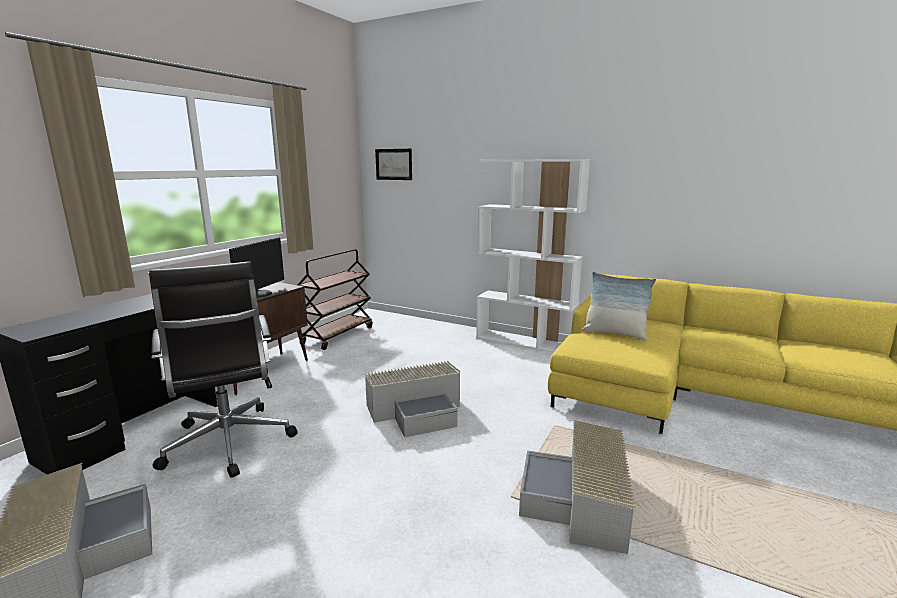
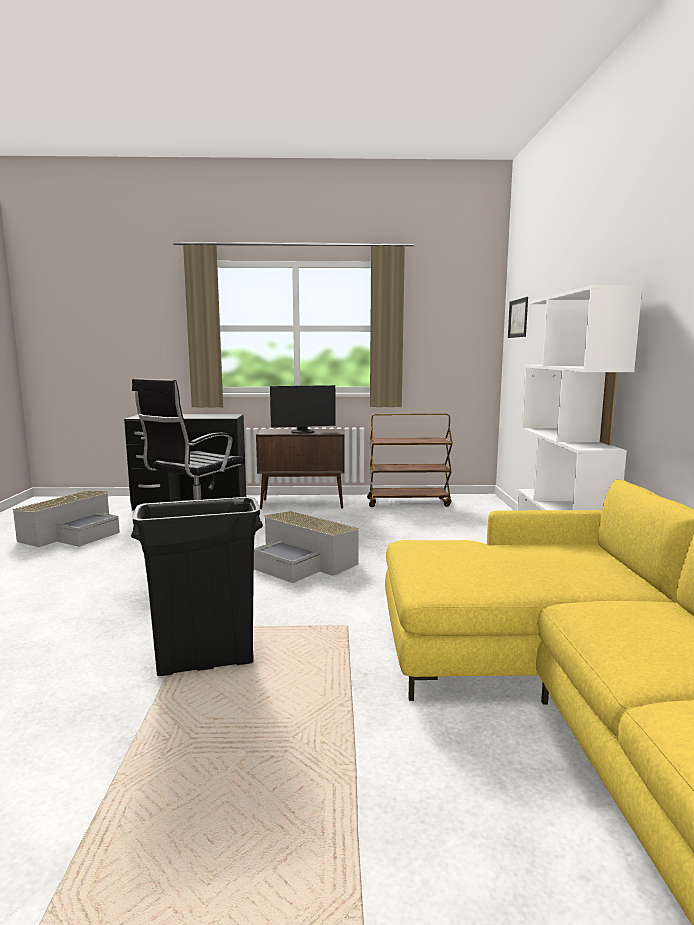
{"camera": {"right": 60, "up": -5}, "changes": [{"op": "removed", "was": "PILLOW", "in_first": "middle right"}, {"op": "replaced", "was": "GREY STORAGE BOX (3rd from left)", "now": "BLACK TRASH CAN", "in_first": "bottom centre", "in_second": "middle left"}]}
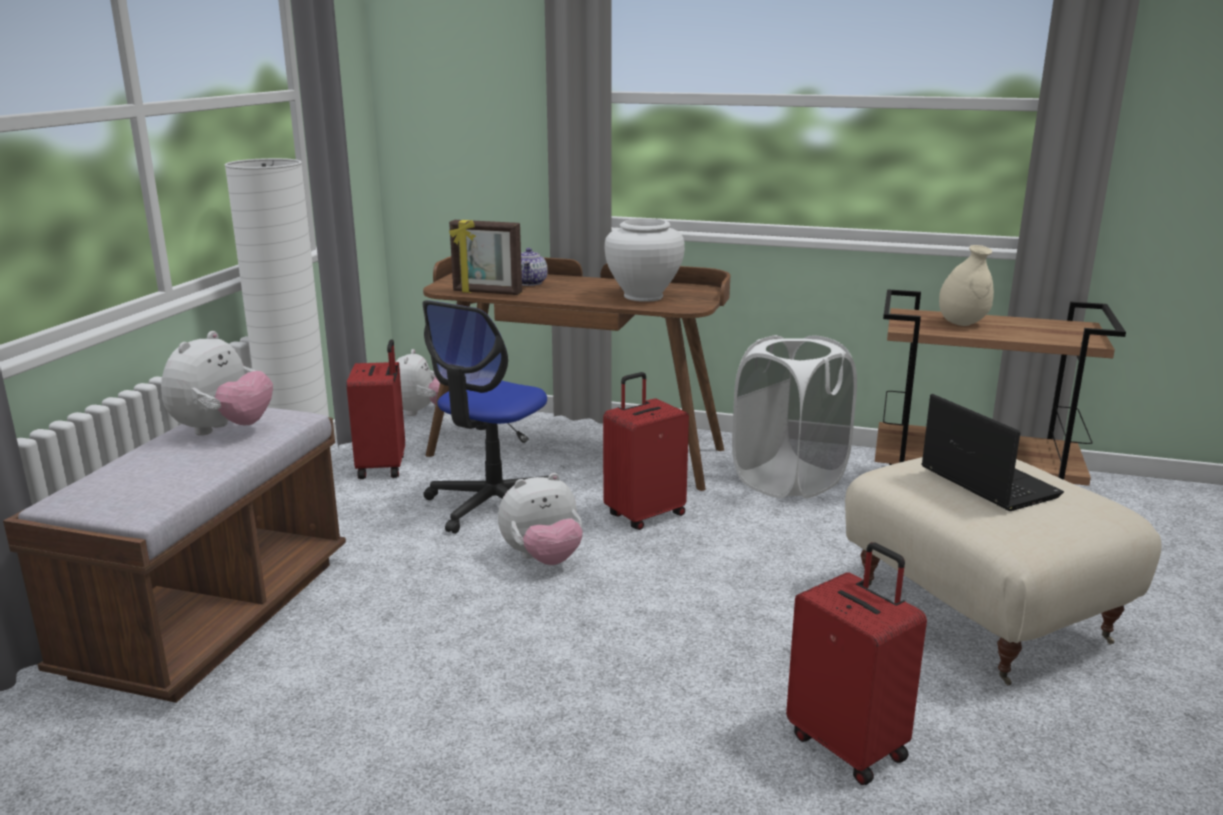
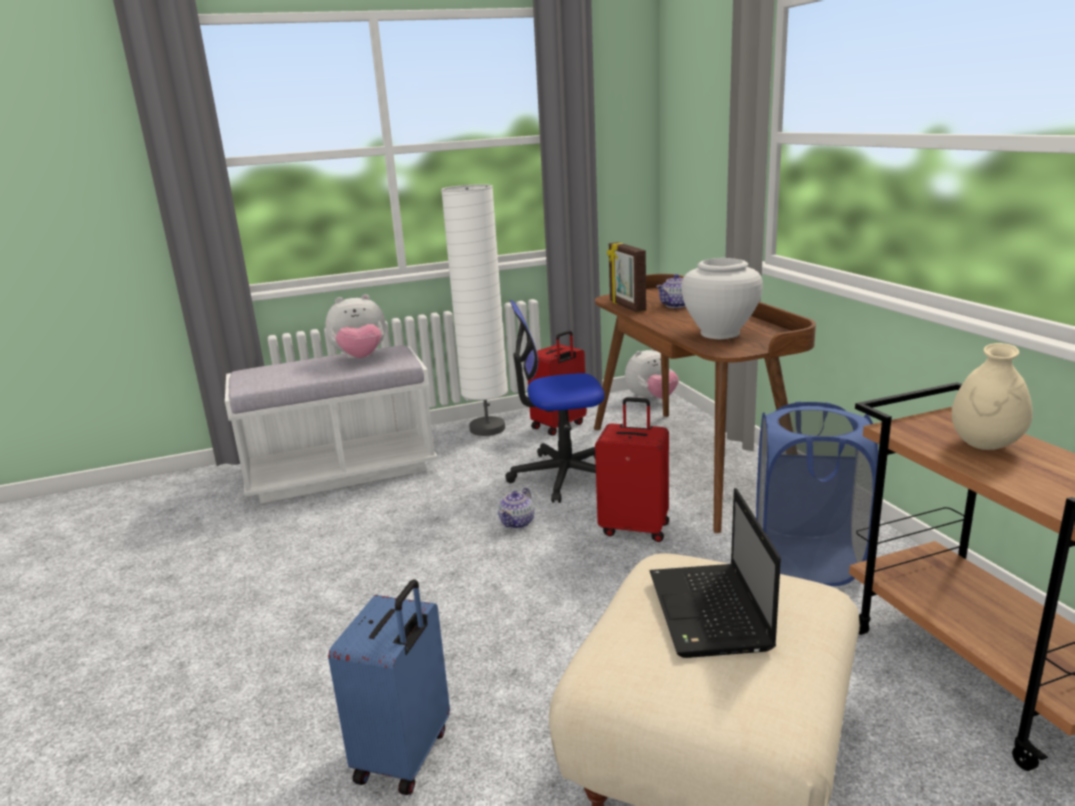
{"camera": {"right": 55, "up": 0}, "changes": [{"op": "replaced", "was": "PLUSH TOY (3rd from left)", "now": "TEAPOT (1st from left)", "in_first": "centre", "in_second": "centre"}, {"op": "recoloured", "was": "BROWN BENCH", "now": "WHITE BENCH", "in_first": "bottom left", "in_second": "middle left"}, {"op": "recoloured", "was": "WHITE LAUNDRY BASKET", "now": "BLUE LAUNDRY BASKET", "in_first": "centre", "in_second": "middle right"}, {"op": "recoloured", "was": "RED SUITCASE (3rd from left)", "now": "BLUE SUITCASE", "in_first": "bottom right", "in_second": "bottom centre"}, {"op": "turned", "was": "LAPTOP", "in_first": "middle right", "in_second": "bottom centre", "clockwise": 150}]}
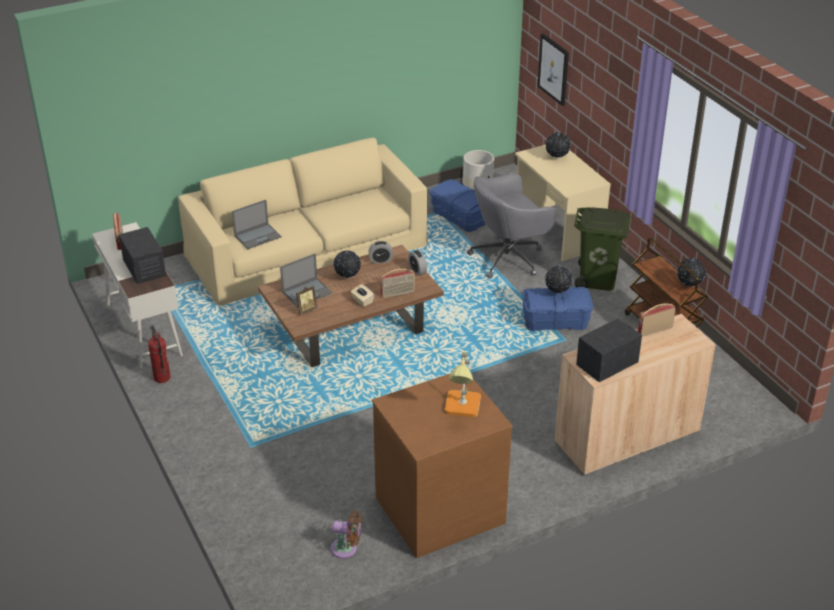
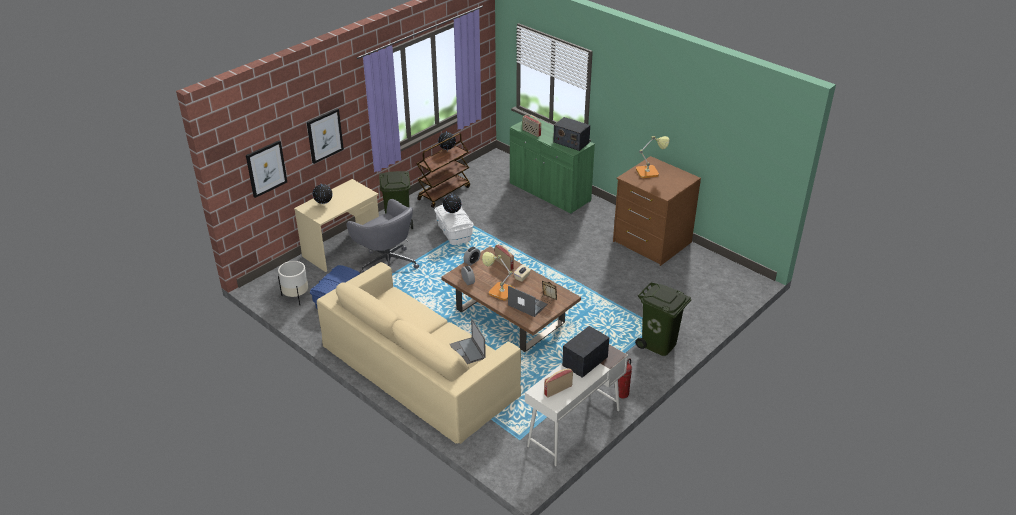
{"camera": {"right": -110, "up": 0}, "changes": [{"op": "removed", "was": "BROWN FAN", "in_first": "bottom centre"}, {"op": "added", "now": "PICTURE (2nd from left)", "in_second": "top left"}, {"op": "added", "now": "GREEN TRASH CAN (2nd from left)", "in_second": "centre"}, {"op": "replaced", "was": "GLOBE (1st from left)", "now": "TABLE LAMP (1st from left)", "in_first": "centre", "in_second": "centre"}, {"op": "recoloured", "was": "BLUE STORAGE BOX (2nd from left)", "now": "WHITE STORAGE BOX", "in_first": "middle right", "in_second": "centre"}, {"op": "recoloured", "was": "BEIGE CABINET", "now": "GREEN CABINET", "in_first": "middle right", "in_second": "top centre"}, {"op": "turned", "was": "LAPTOP (1st from left)", "in_first": "middle left", "in_second": "centre", "clockwise": -150}]}
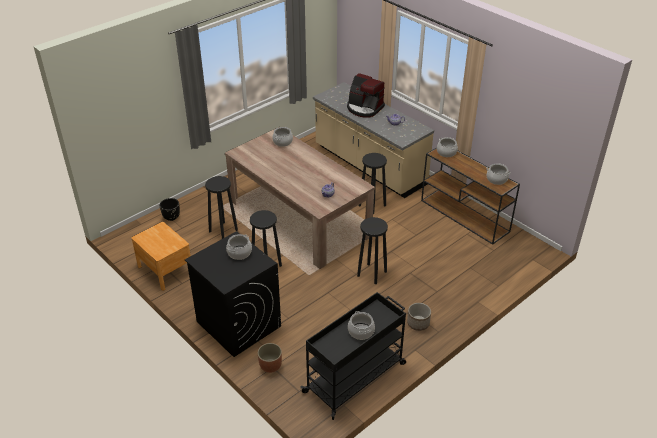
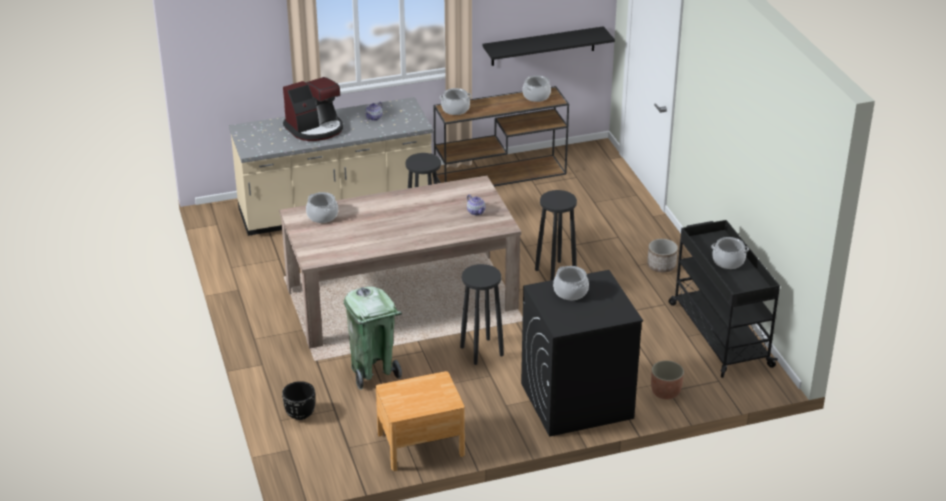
{"camera": {"right": -65, "up": -5}, "changes": [{"op": "added", "now": "BLACK SHELF", "in_second": "top centre"}, {"op": "replaced", "was": "BLACK STOOL (1st from left)", "now": "GREEN TRASH CAN", "in_first": "centre", "in_second": "bottom centre"}]}
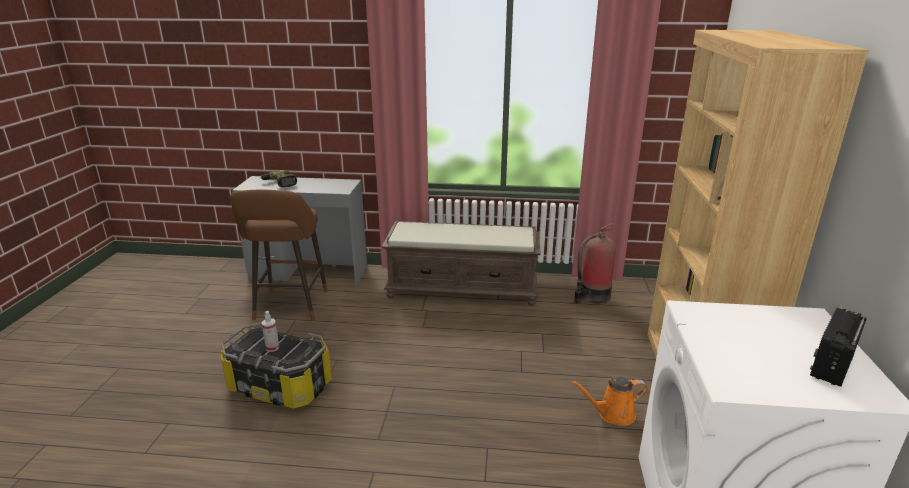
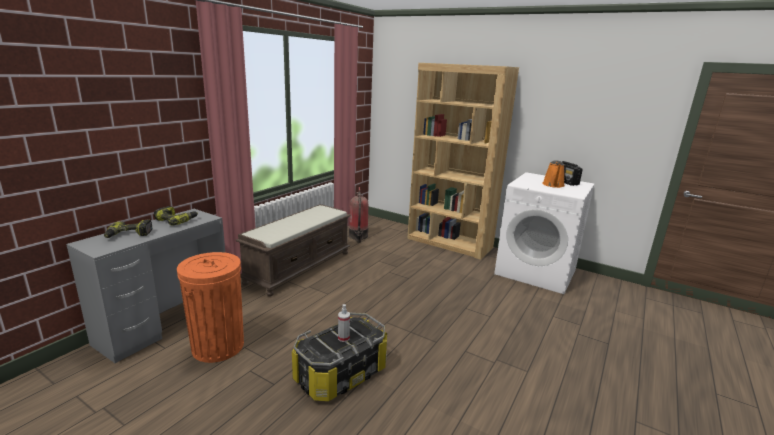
{"camera": {"right": -65, "up": -5}, "changes": [{"op": "added", "now": "POWER DRILL (2nd from left)", "in_second": "middle left"}, {"op": "moved", "was": "ORANGE WATERING CAN", "in_first": "bottom right", "in_second": "middle right"}, {"op": "replaced", "was": "BROWN STOOL", "now": "ORANGE TRASH CAN", "in_first": "middle left", "in_second": "bottom left"}]}
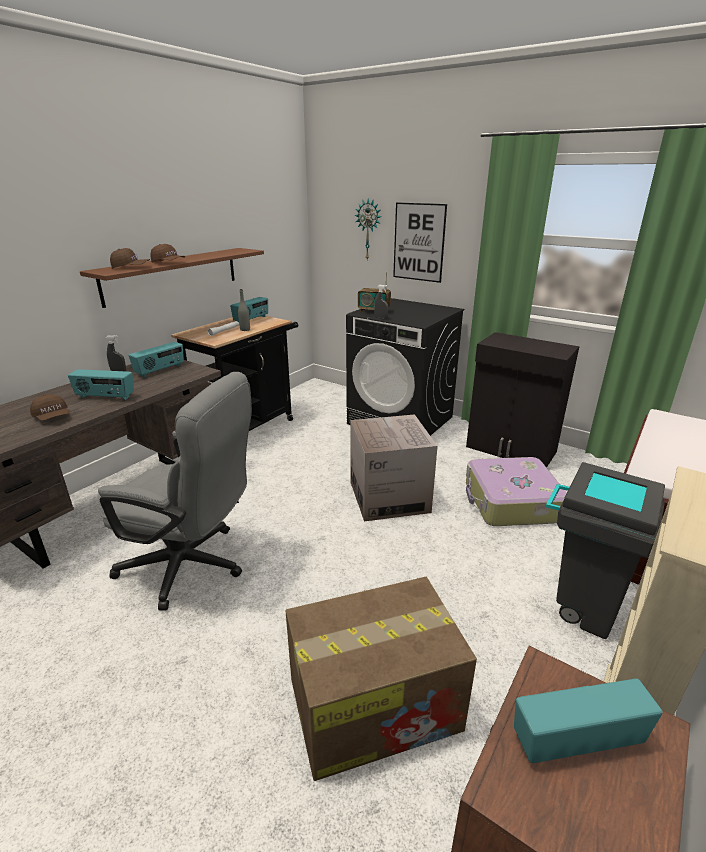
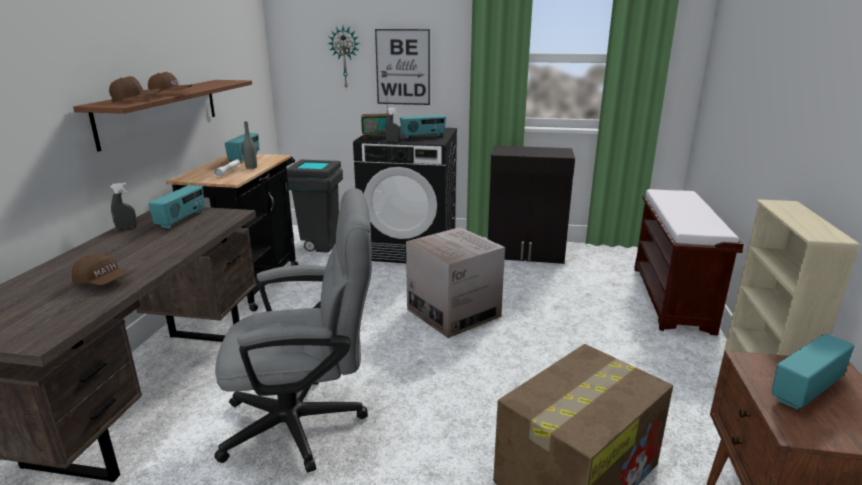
{"camera": {"right": -25, "up": -5}, "changes": [{"op": "removed", "was": "SUITCASE", "in_first": "middle right"}, {"op": "moved", "was": "RADIO (1st from left in the first image)", "now": "RADIO (4th from left)", "in_first": "middle left", "in_second": "top centre"}, {"op": "moved", "was": "GREY TRASH CAN", "in_first": "middle right", "in_second": "centre"}]}
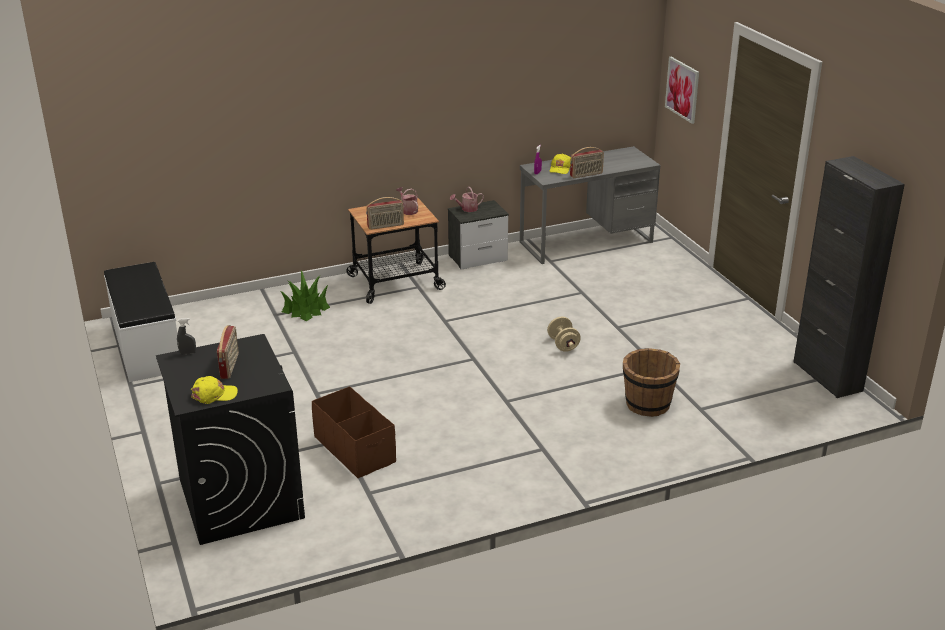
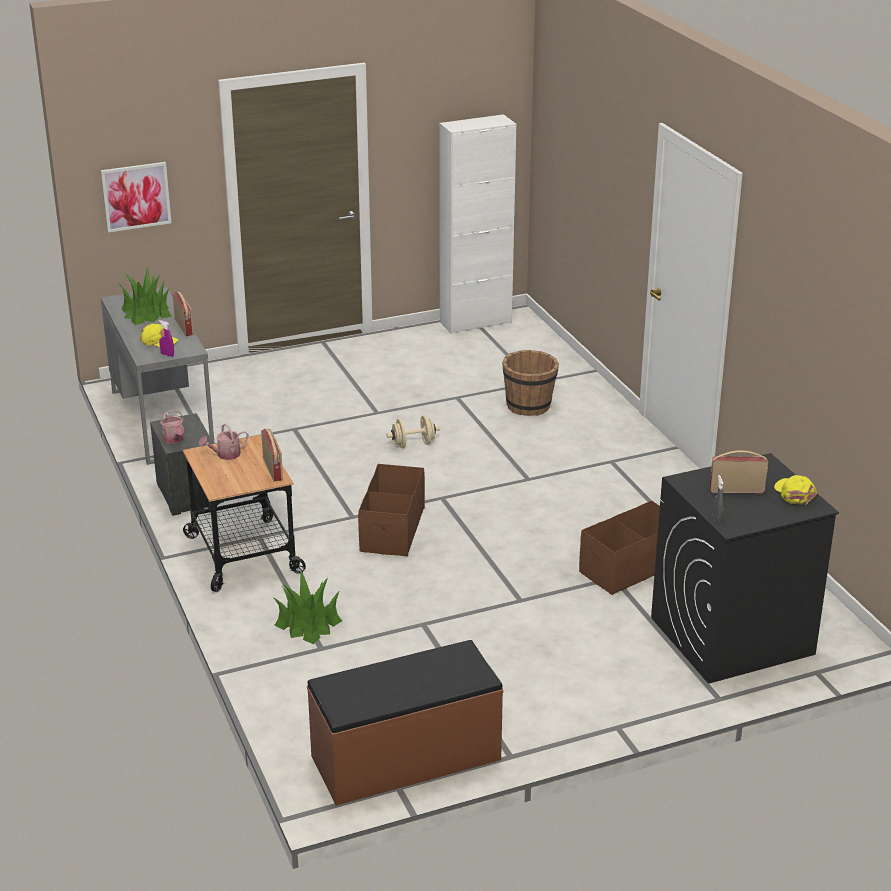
{"camera": {"right": -90, "up": 0}, "changes": [{"op": "added", "now": "POTTED PLANT (1st from left)", "in_second": "top left"}, {"op": "added", "now": "BROWN STORAGE BOX (1st from left)", "in_second": "centre"}, {"op": "recoloured", "was": "WHITE BENCH", "now": "BROWN BENCH", "in_first": "middle left", "in_second": "bottom centre"}, {"op": "recoloured", "was": "BLACK CABINET", "now": "WHITE CABINET", "in_first": "middle right", "in_second": "top centre"}]}
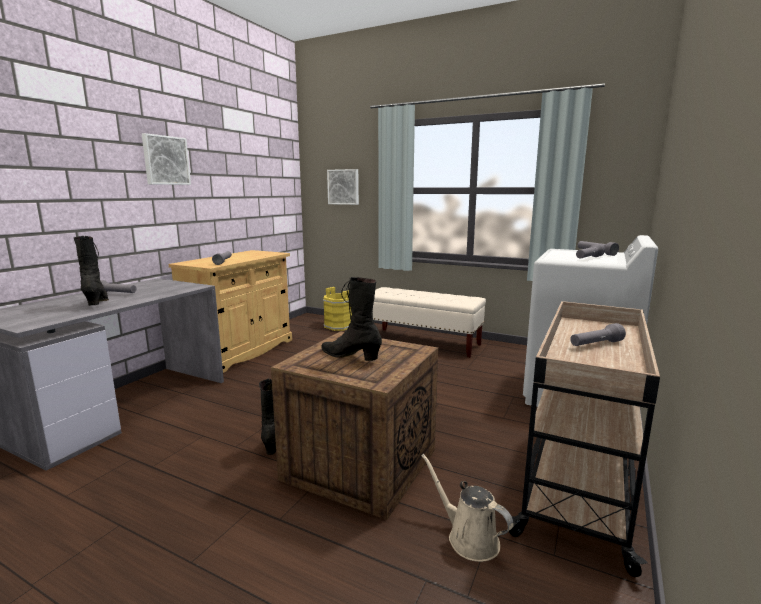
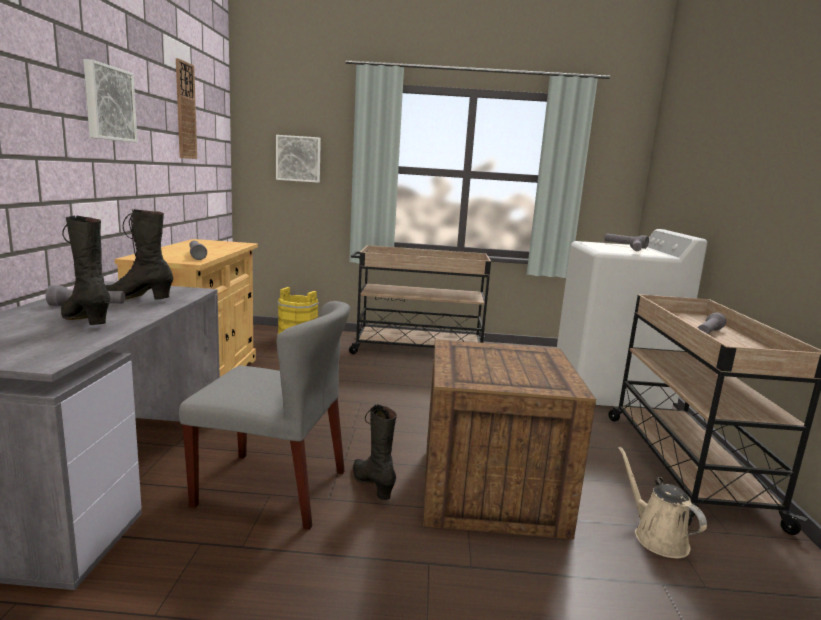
{"camera": {"right": -25, "up": 0}, "changes": [{"op": "added", "now": "WALL CLOCK", "in_second": "top left"}, {"op": "added", "now": "GREY CHAIR", "in_second": "bottom left"}, {"op": "moved", "was": "BLACK BOOT (3rd from left in the first image)", "now": "BLACK BOOT (2nd from left)", "in_first": "centre", "in_second": "middle left"}, {"op": "replaced", "was": "BEIGE BENCH", "now": "BEIGE CART (1st from left)", "in_first": "centre", "in_second": "centre"}, {"op": "turned", "was": "BEIGE WATERING CAN", "in_first": "bottom centre", "in_second": "bottom right", "clockwise": 45}]}
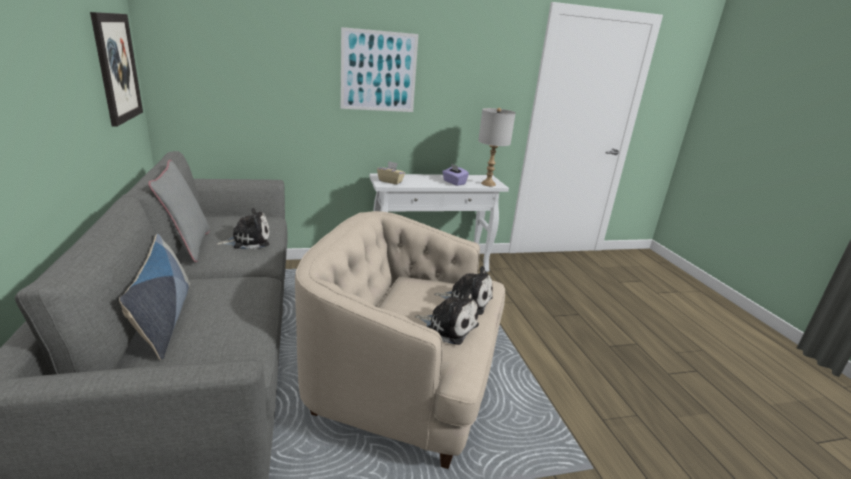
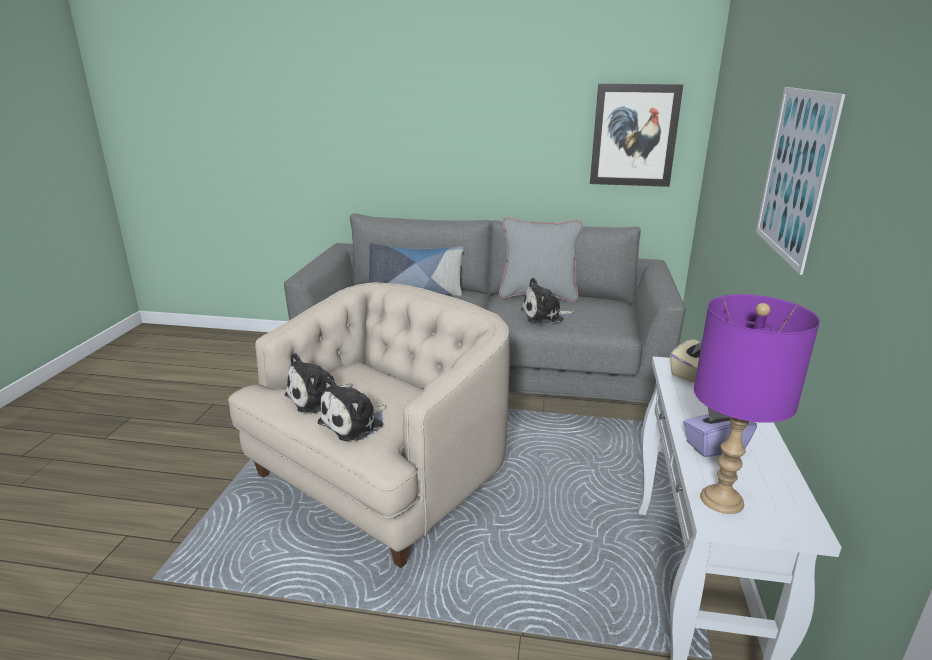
{"camera": {"right": 115, "up": 0}, "changes": [{"op": "recoloured", "was": "GREY TABLE LAMP", "now": "PURPLE TABLE LAMP", "in_first": "top centre", "in_second": "middle right"}, {"op": "turned", "was": "PLUSH TOY (1st from left in the first image)", "in_first": "middle left", "in_second": "centre", "clockwise": 75}]}
